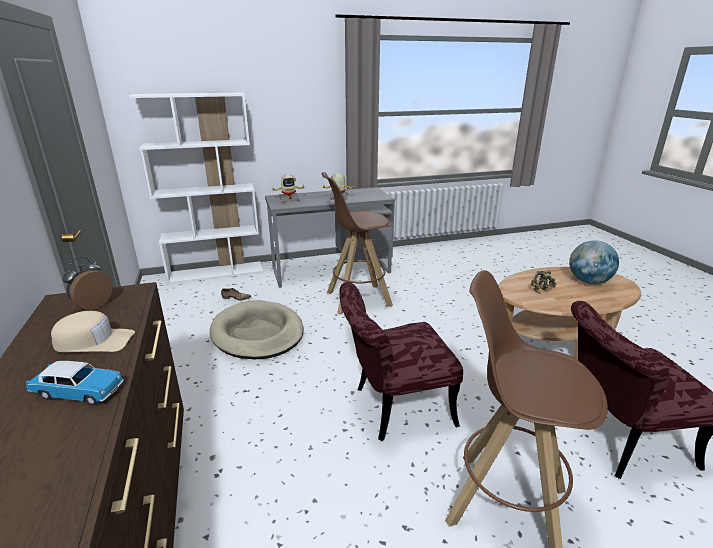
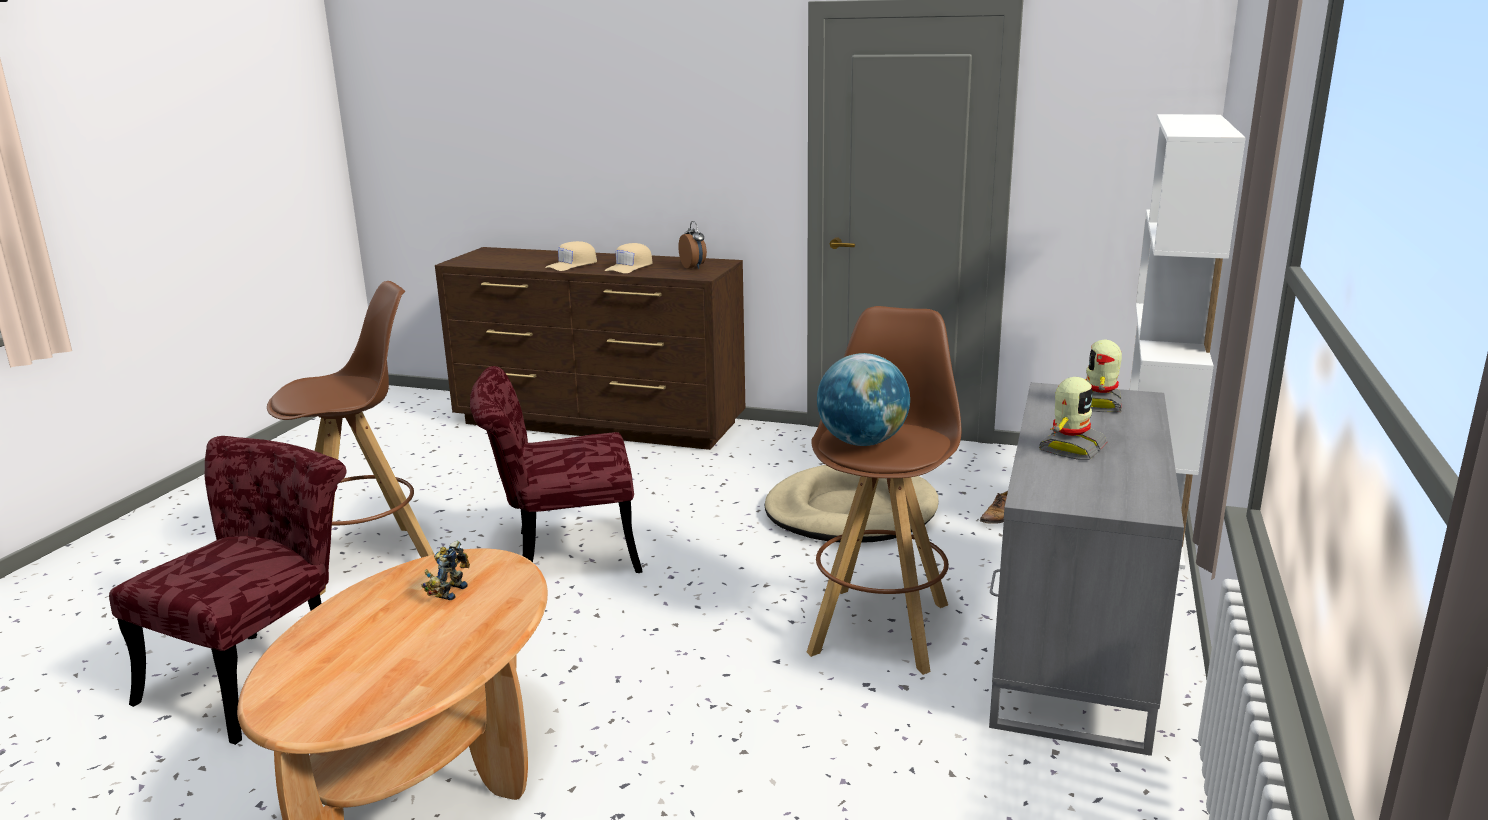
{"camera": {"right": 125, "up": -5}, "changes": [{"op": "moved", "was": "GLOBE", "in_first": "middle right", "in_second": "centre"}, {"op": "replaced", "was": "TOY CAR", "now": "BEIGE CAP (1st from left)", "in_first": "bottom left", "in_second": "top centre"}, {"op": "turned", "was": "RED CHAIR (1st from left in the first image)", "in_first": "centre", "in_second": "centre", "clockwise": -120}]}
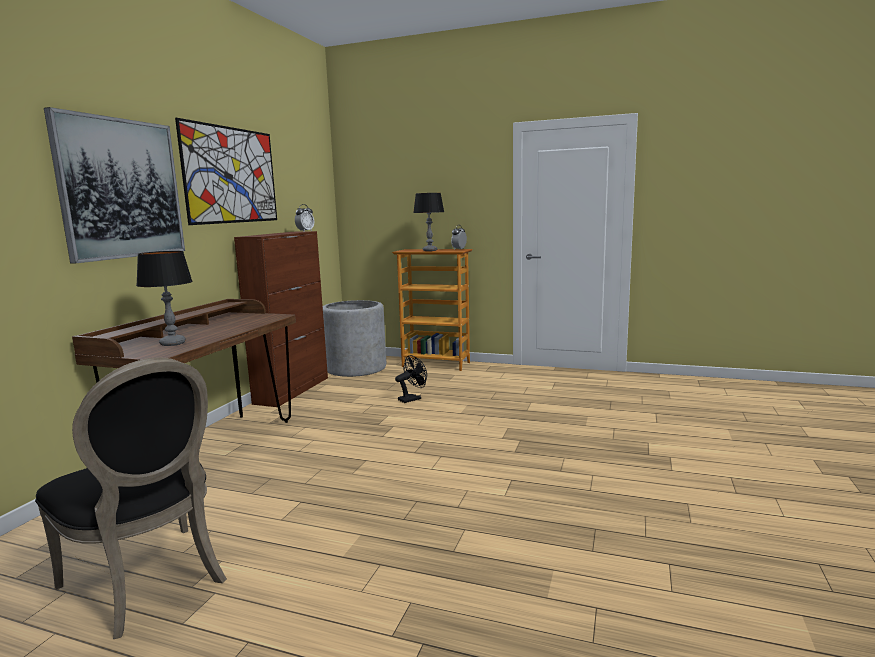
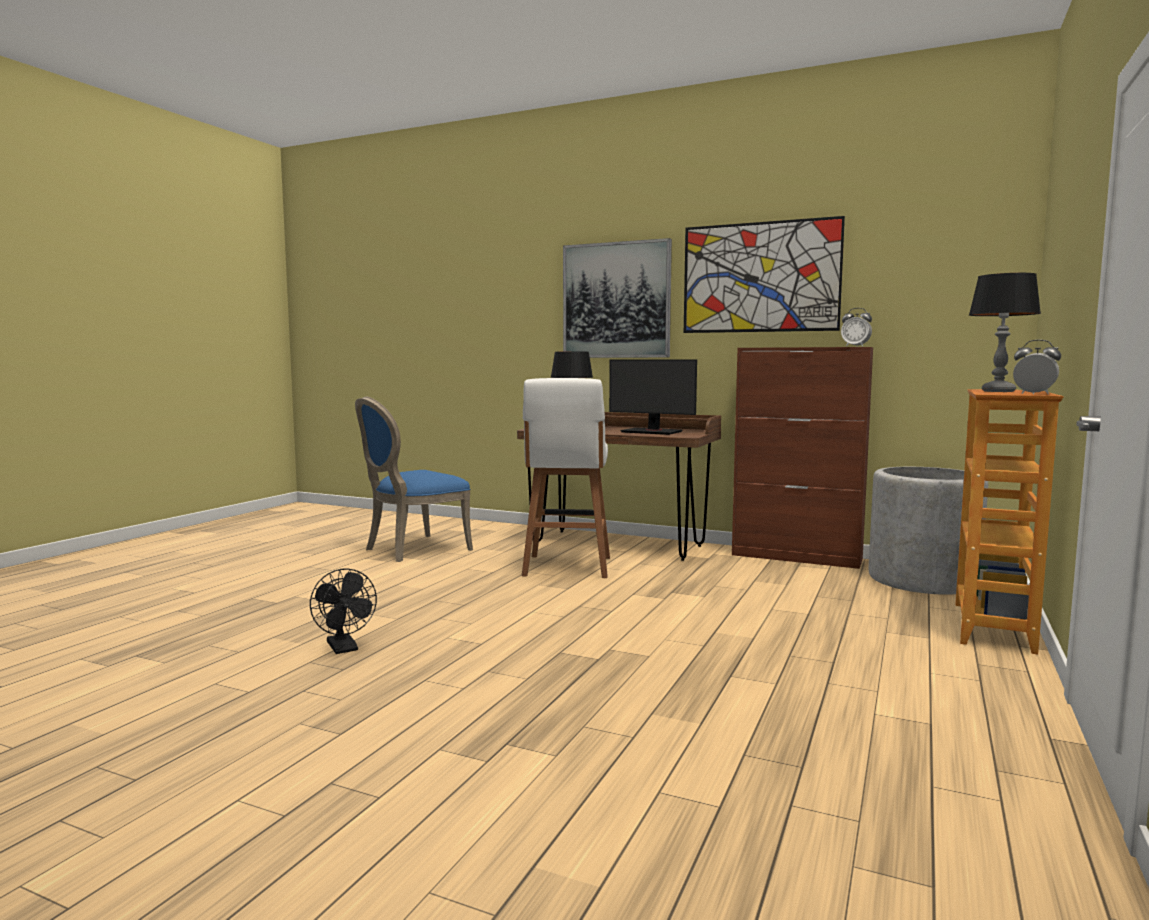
{"camera": {"right": 95, "up": -5}, "changes": [{"op": "added", "now": "WHITE STOOL", "in_second": "centre"}, {"op": "added", "now": "MONITOR", "in_second": "centre"}, {"op": "moved", "was": "BLACK FAN", "in_first": "centre", "in_second": "middle left"}, {"op": "recoloured", "was": "BLACK CHAIR", "now": "BLUE CHAIR", "in_first": "bottom left", "in_second": "centre"}]}
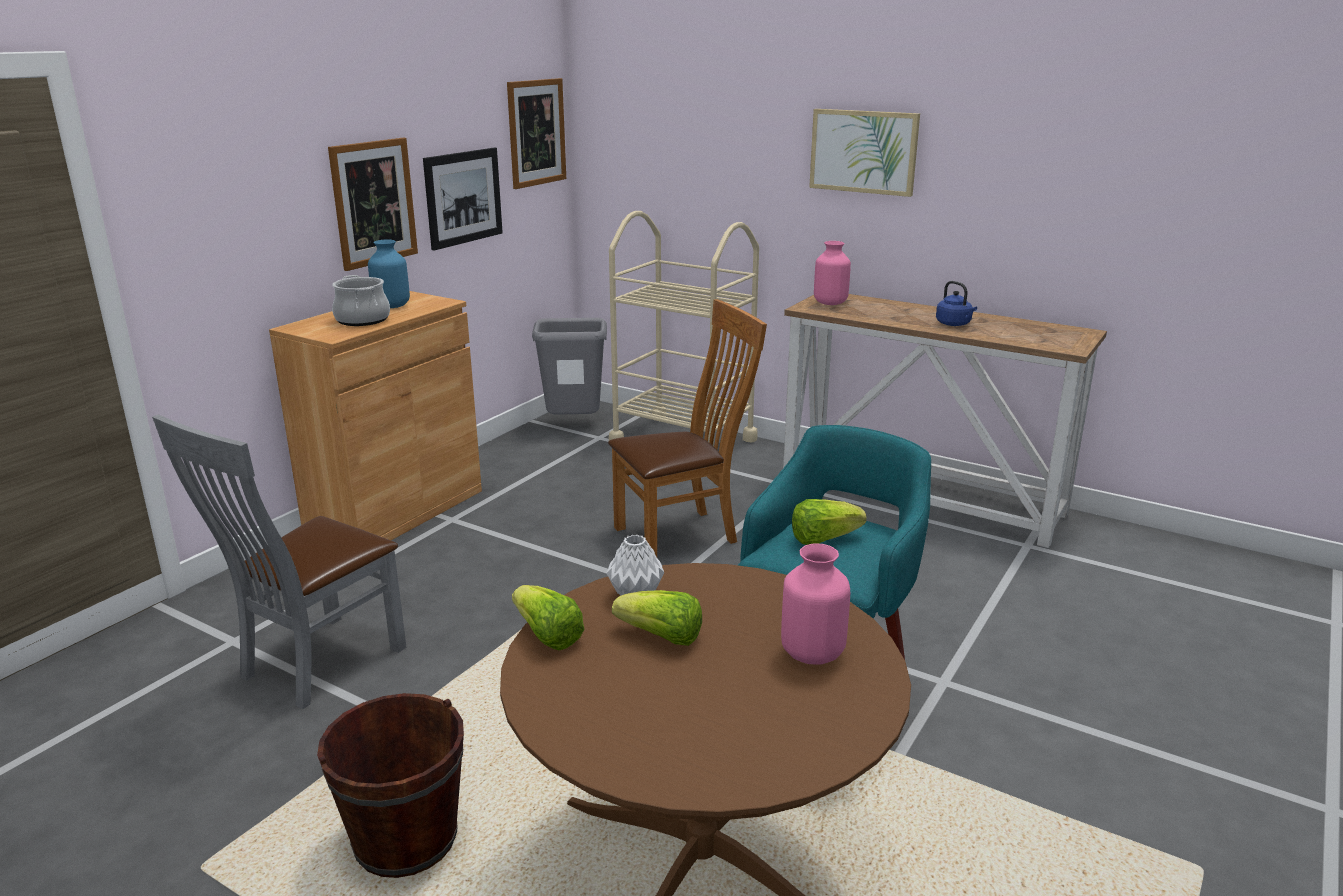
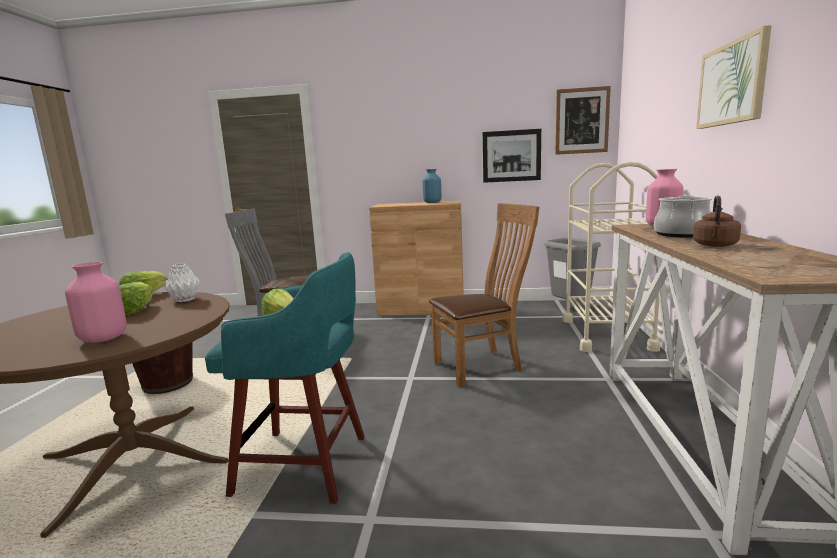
{"camera": {"right": 65, "up": -10}, "changes": [{"op": "removed", "was": "PICTURE (1st from left)", "in_first": "top left"}, {"op": "moved", "was": "COOKING POT", "in_first": "middle left", "in_second": "middle right"}, {"op": "recoloured", "was": "BLUE KETTLE", "now": "BROWN KETTLE", "in_first": "middle right", "in_second": "middle right"}, {"op": "turned", "was": "BROWN CHAIR", "in_first": "centre", "in_second": "centre", "clockwise": -60}]}
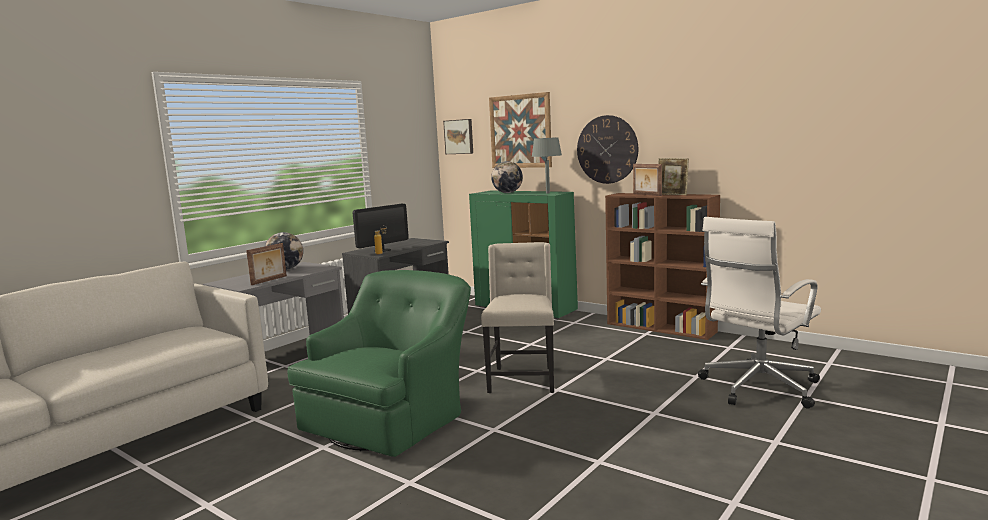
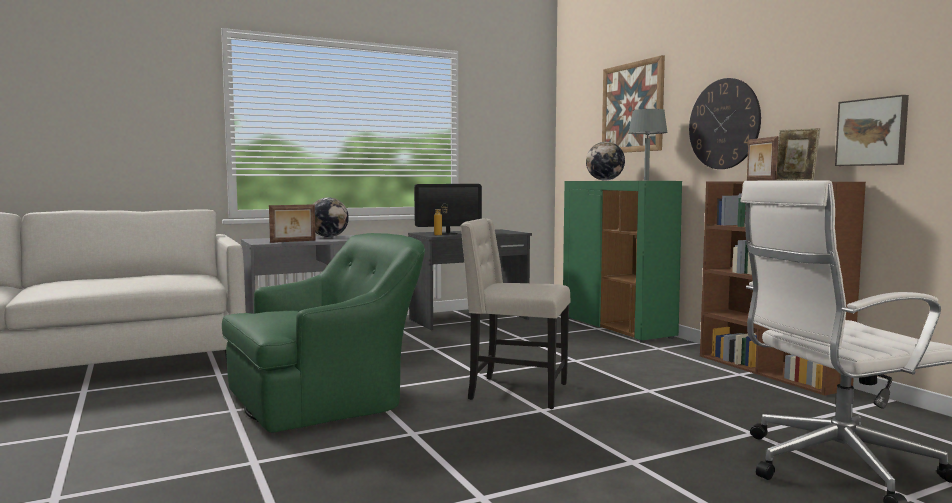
{"camera": {"right": 25, "up": -5}, "changes": [{"op": "moved", "was": "PICTURE (1st from left in the first image)", "now": "PICTURE (2nd from left)", "in_first": "top centre", "in_second": "top right"}, {"op": "turned", "was": "BEIGE CHAIR", "in_first": "centre", "in_second": "centre", "clockwise": -105}]}
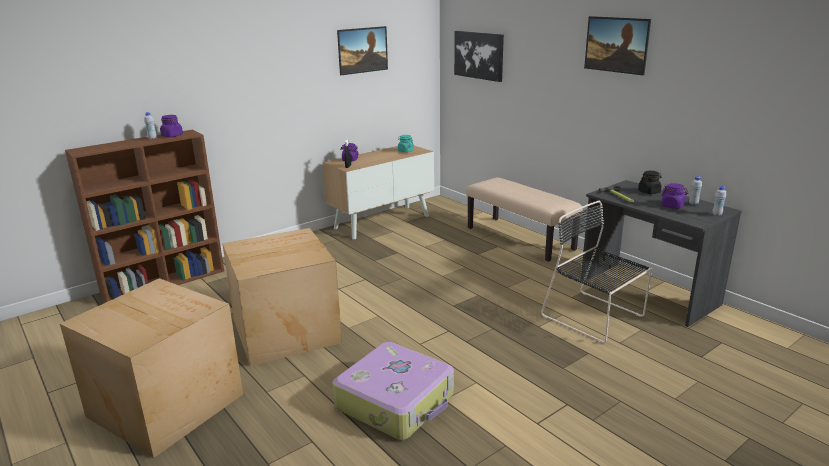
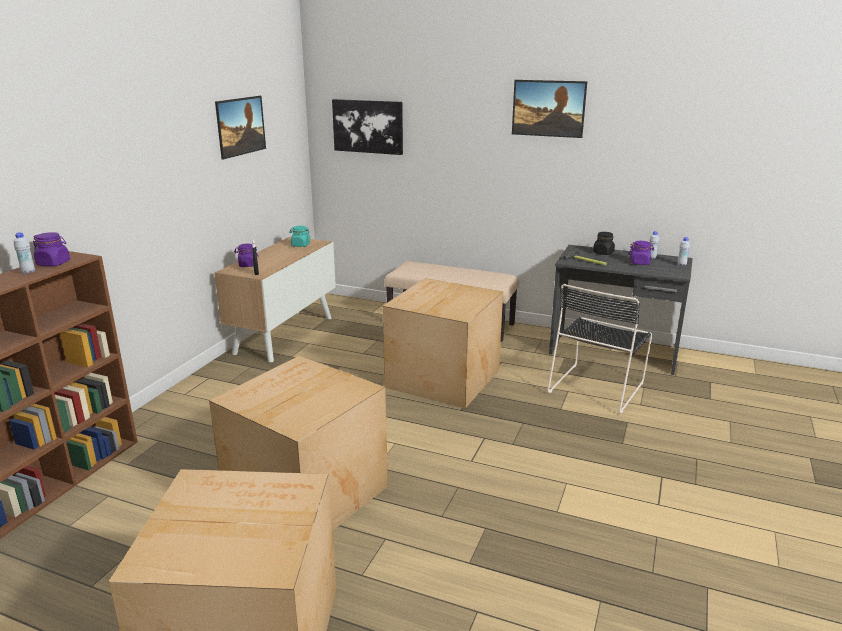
{"camera": {"right": -30, "up": 0}, "changes": [{"op": "removed", "was": "SUITCASE", "in_first": "bottom centre"}, {"op": "added", "now": "CARDBOARD BOX (3rd from left)", "in_second": "centre"}, {"op": "turned", "was": "BLACK CHAIR", "in_first": "middle right", "in_second": "middle right", "clockwise": -75}]}
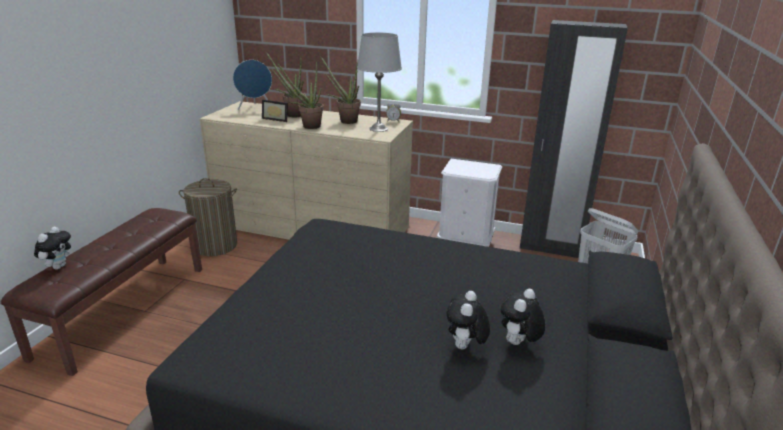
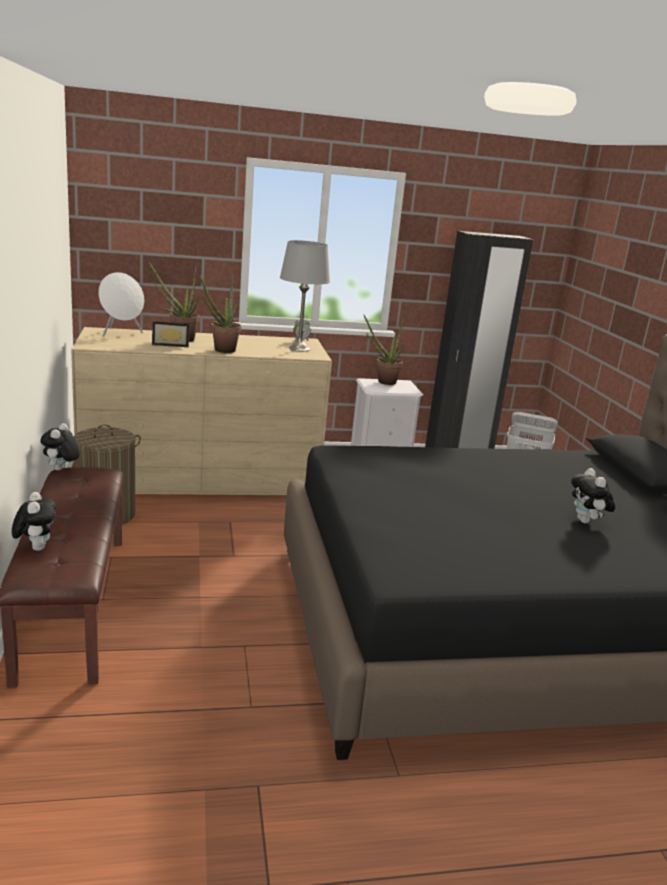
{"camera": {"right": -30, "up": -5}, "changes": [{"op": "moved", "was": "POTTED PLANT (3rd from left)", "in_first": "top centre", "in_second": "centre"}, {"op": "moved", "was": "PLUSH TOY (3rd from left in the first image)", "now": "PLUSH TOY (2nd from left)", "in_first": "bottom right", "in_second": "middle left"}, {"op": "recoloured", "was": "BLUE SPEAKER", "now": "WHITE SPEAKER", "in_first": "top left", "in_second": "middle left"}]}
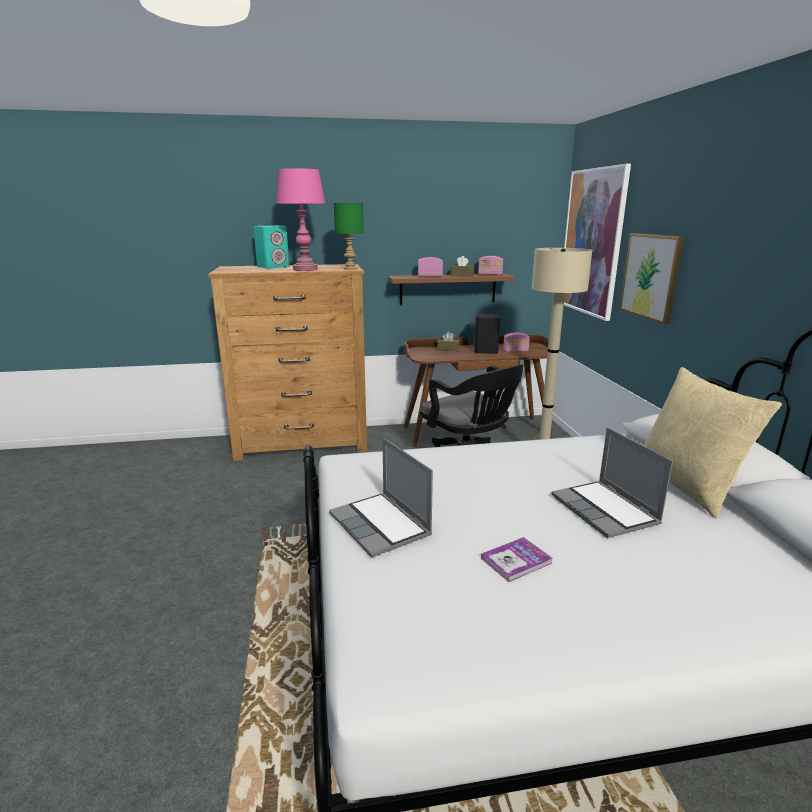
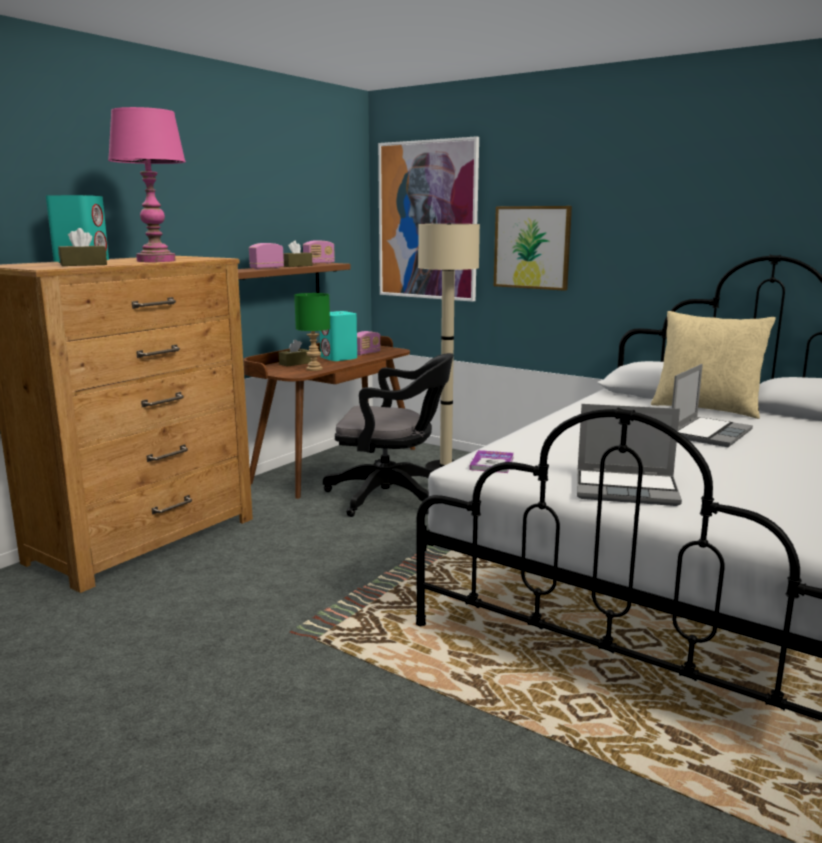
{"camera": {"right": -45, "up": -5}, "changes": [{"op": "added", "now": "BROWN TISSUE BOX (1st from left)", "in_second": "top left"}, {"op": "moved", "was": "GREEN TABLE LAMP", "in_first": "top centre", "in_second": "centre"}, {"op": "moved", "was": "BOOK", "in_first": "bottom centre", "in_second": "centre"}, {"op": "recoloured", "was": "BLACK SPEAKER", "now": "TURQUOISE SPEAKER (2nd from left)", "in_first": "centre", "in_second": "centre"}, {"op": "turned", "was": "LAPTOP (2nd from left)", "in_first": "middle right", "in_second": "middle right", "clockwise": -75}]}
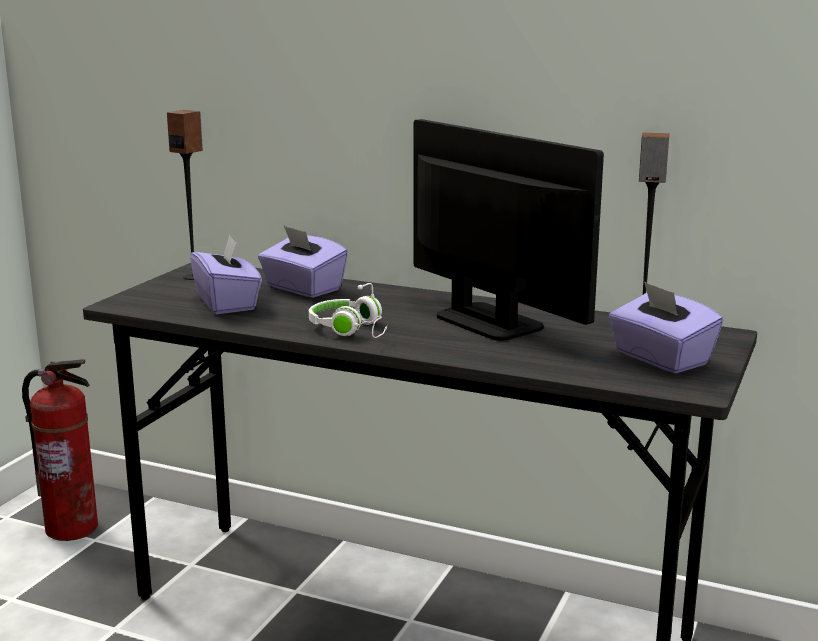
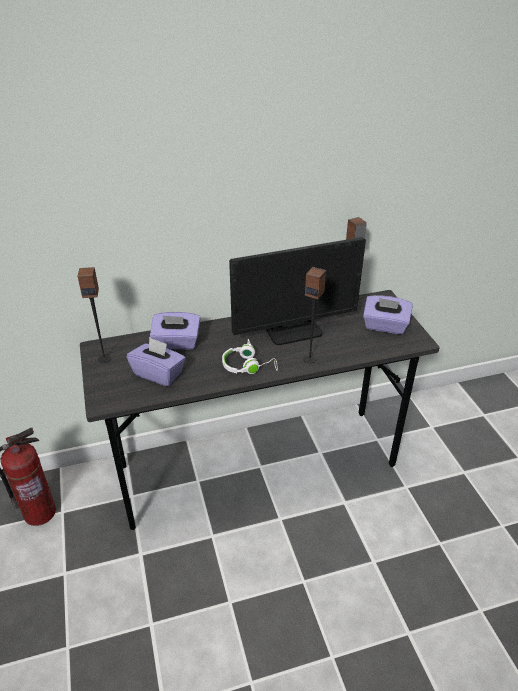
{"camera": {"right": -40, "up": 20}, "changes": [{"op": "added", "now": "SPEAKER (2nd from left)", "in_second": "centre"}, {"op": "turned", "was": "MONITOR", "in_first": "centre", "in_second": "centre", "clockwise": 150}]}
